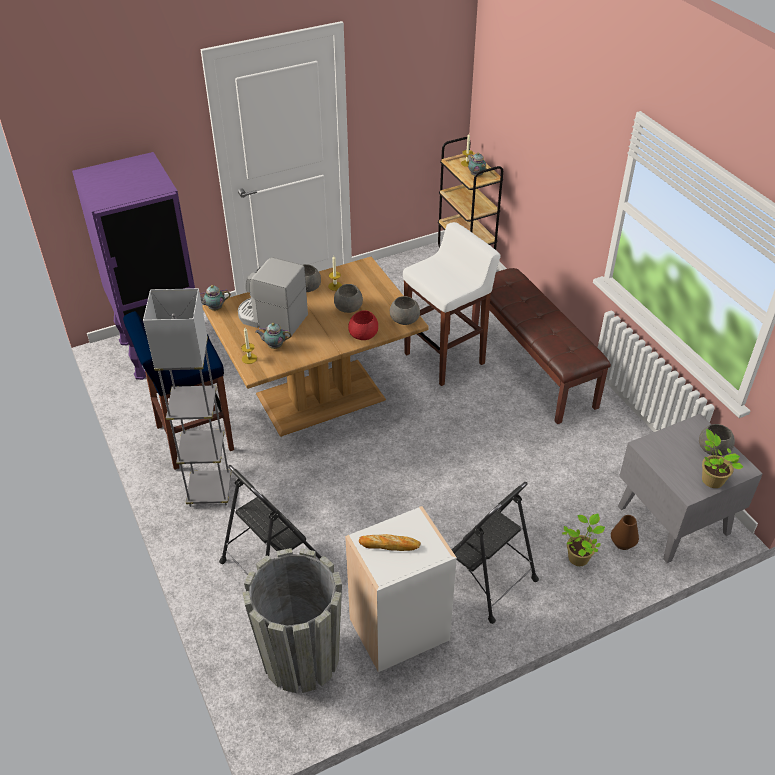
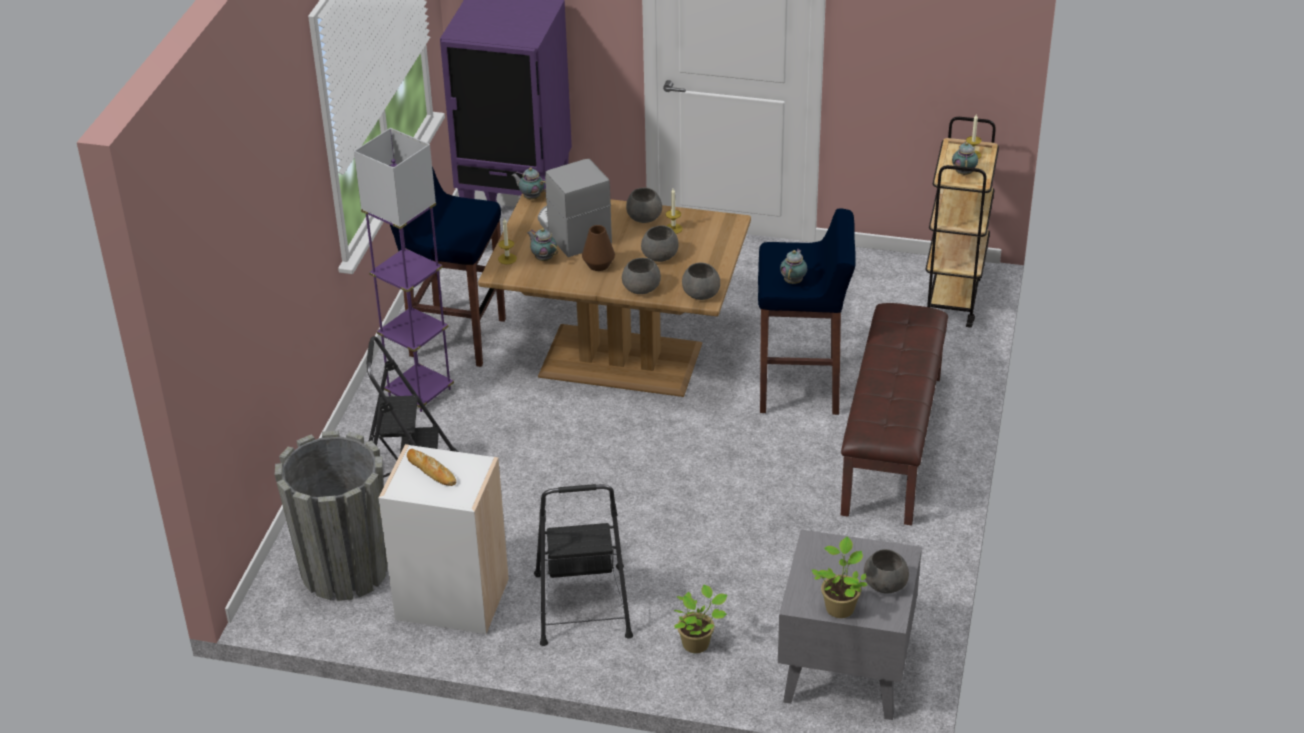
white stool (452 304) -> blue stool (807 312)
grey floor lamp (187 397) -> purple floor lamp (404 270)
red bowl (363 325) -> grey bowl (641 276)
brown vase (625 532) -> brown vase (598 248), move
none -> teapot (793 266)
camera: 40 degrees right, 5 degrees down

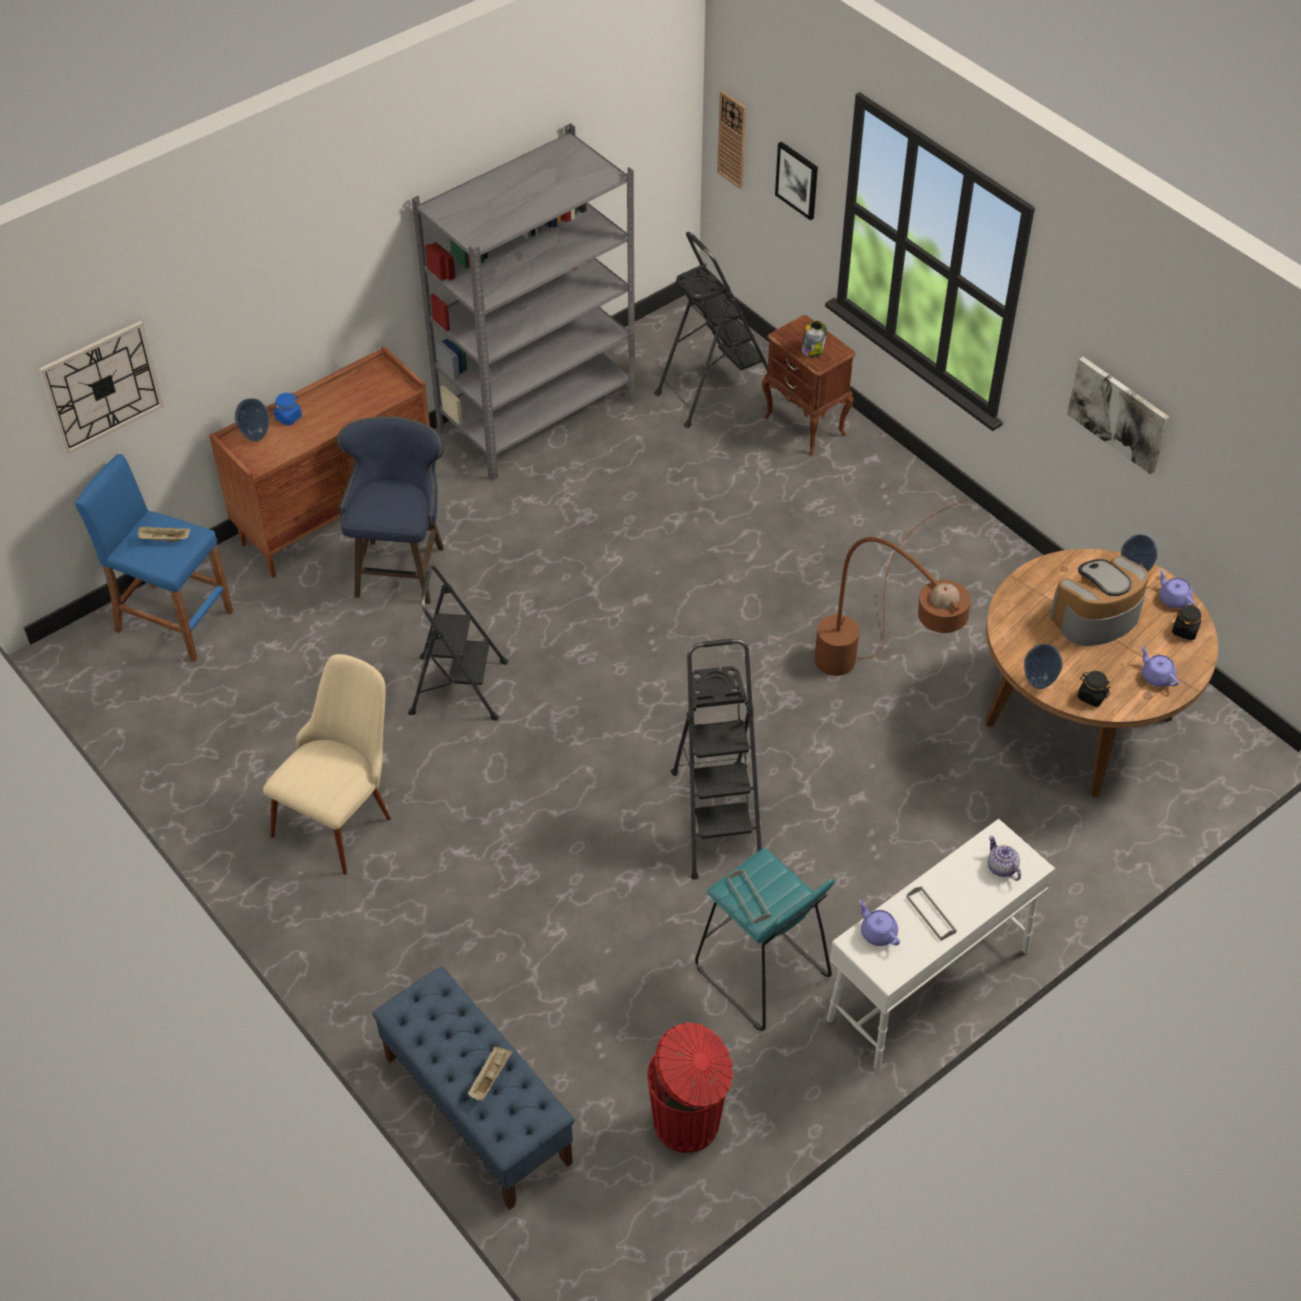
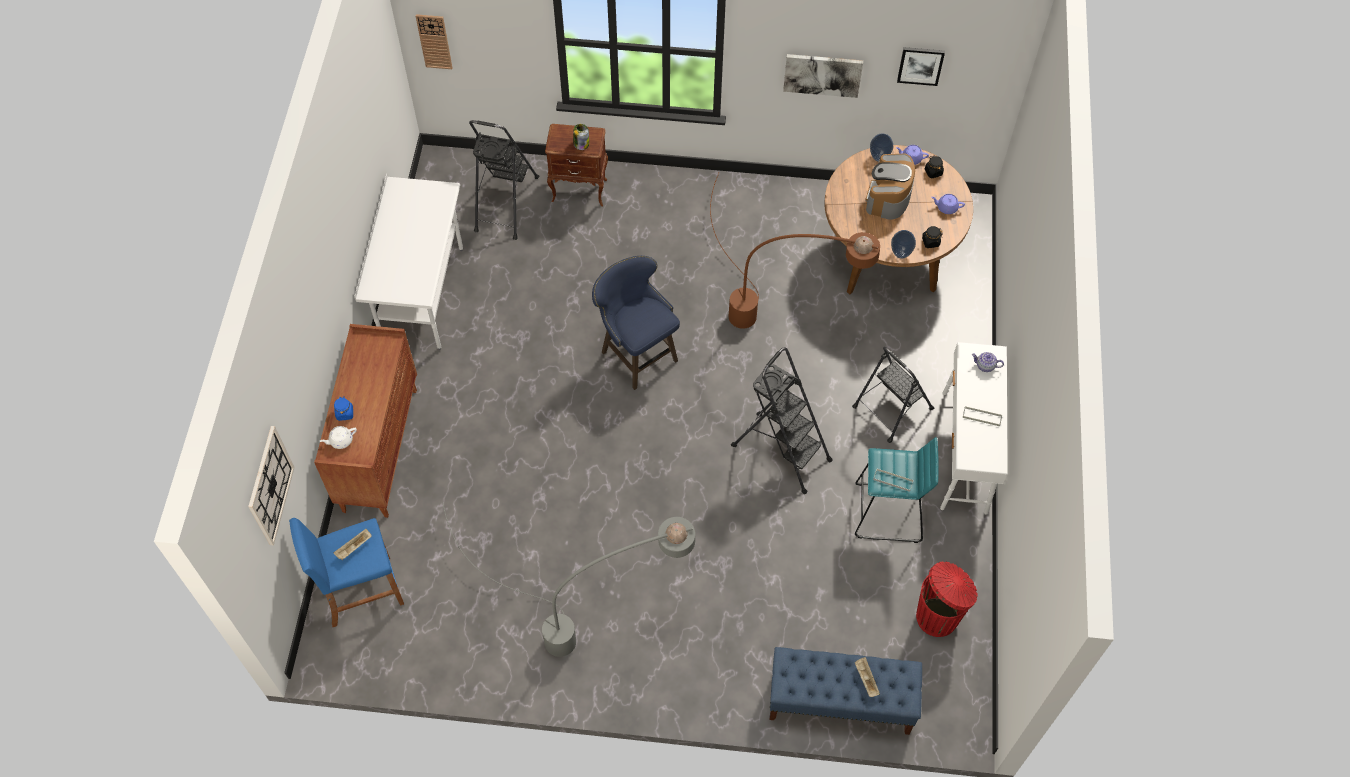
grey bookcase (523 302) -> white desk (408 261)
picture (796 181) -> picture (921 66), move
vase (252 419) -> white teapot (338 437)
blue stool (390 510) -> blue stool (636 323), move
black step ladder (458 643) -> black step ladder (893 395), move
beige chair (327 764) -> grey floor lamp (569 580)
purple teapot (879 923) -> none
camera: 45 degrees left, 10 degrees up

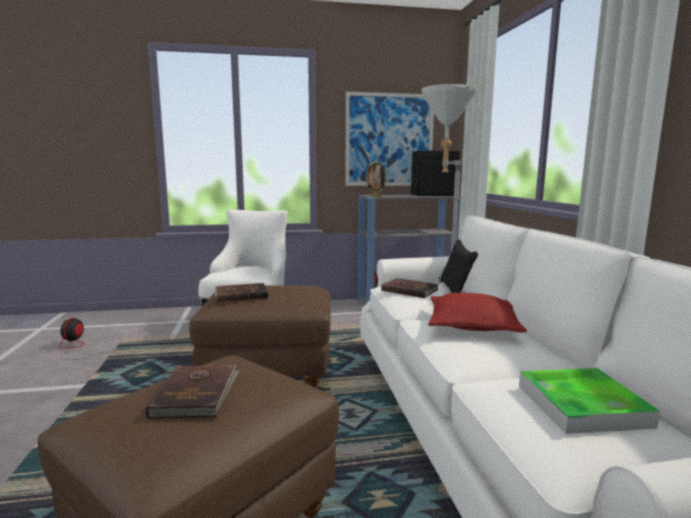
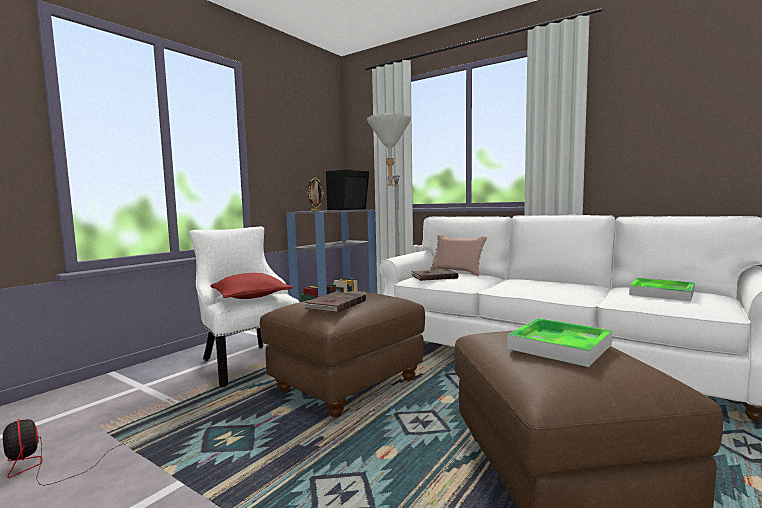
picture (389 139) -> none
black pillow (458 266) -> beige pillow (458 255)
red pillow (477 312) -> red pillow (252 286), move
brown book (192 392) -> tray (559 342)
camera: 45 degrees left, 5 degrees down

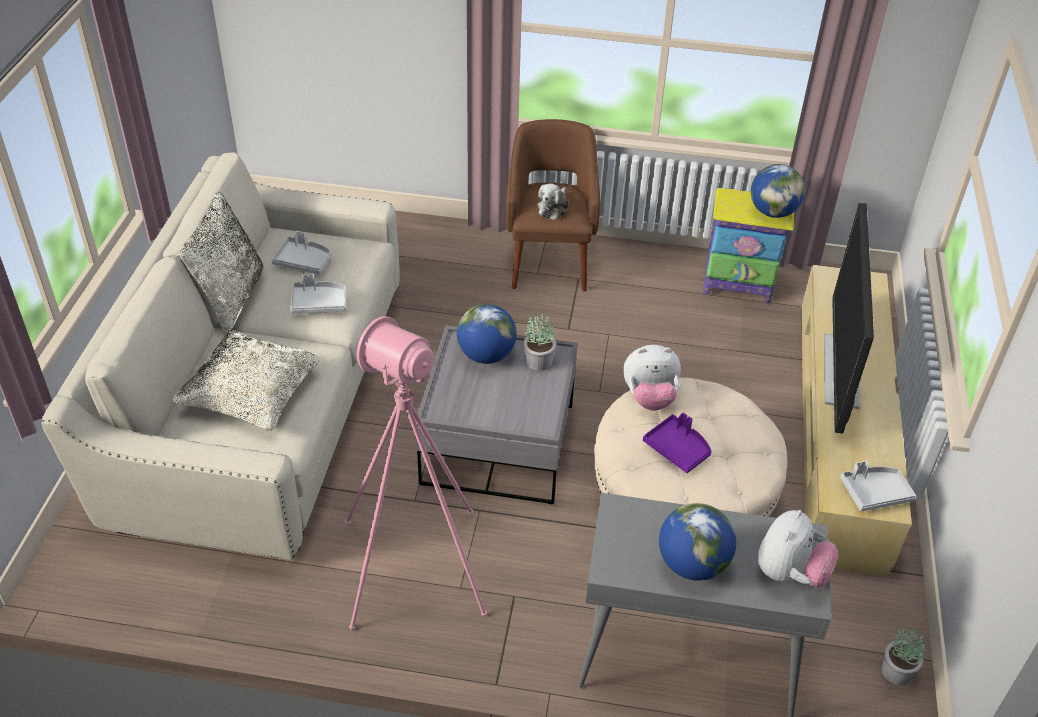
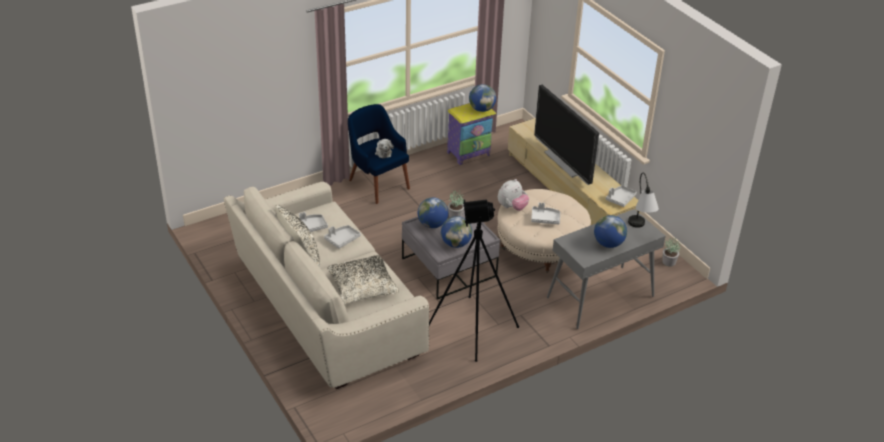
brown armchair (552 205) -> blue armchair (379 154)
pink floor lamp (416 473) -> black floor lamp (474 280)
purple tray (677 443) -> white tray (545 213)
plush toy (798 548) -> table lamp (643 200)
none -> globe (456 232)
camera: 40 degrees left, 5 degrees down

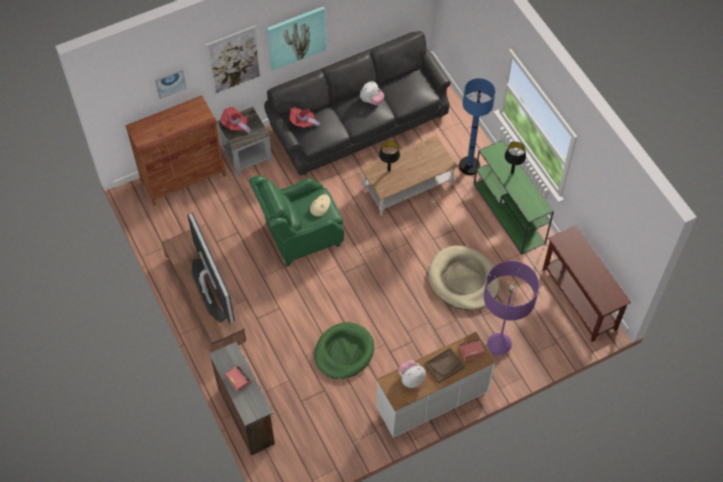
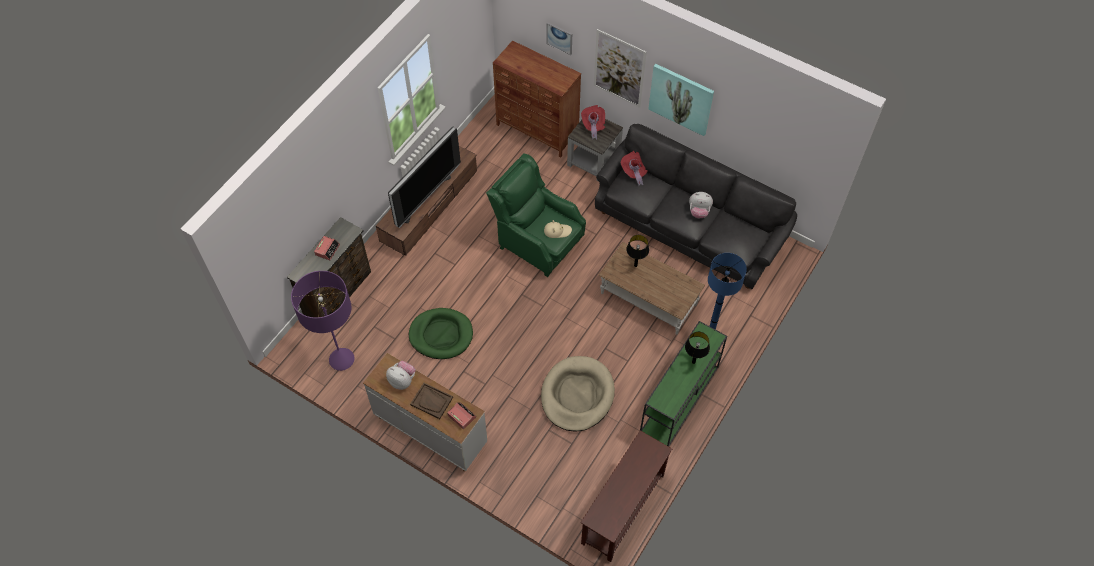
purple floor lamp (511 308) -> purple floor lamp (323 321), move
camera: 60 degrees right, 0 degrees up

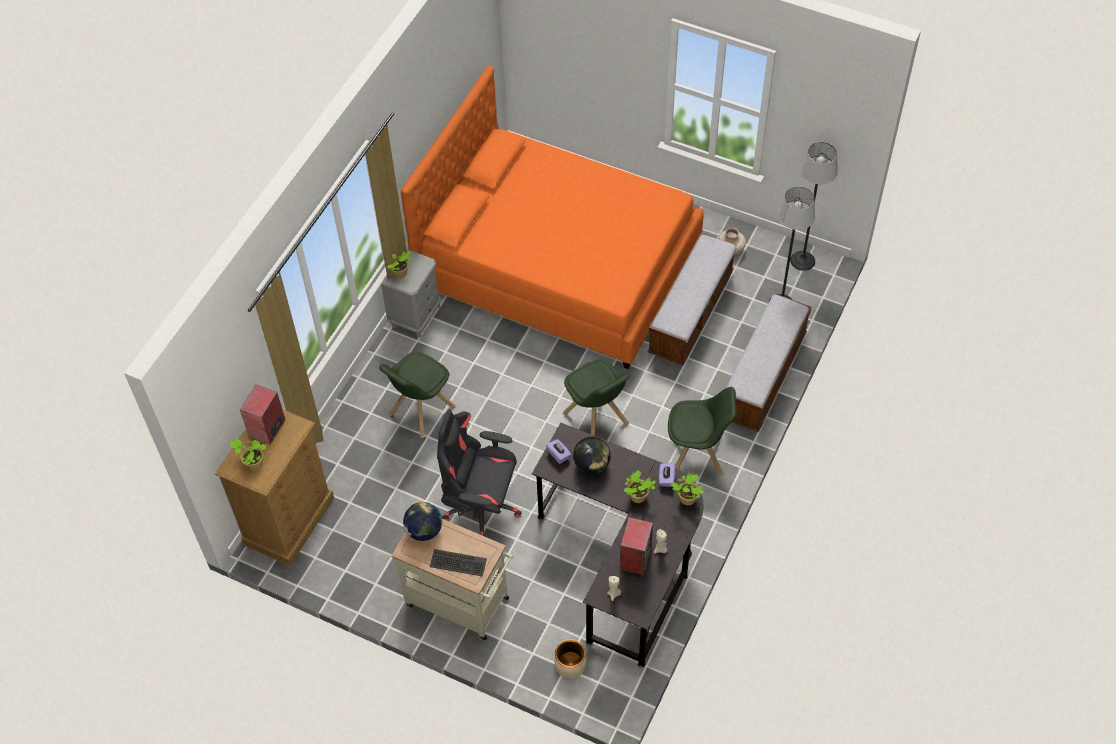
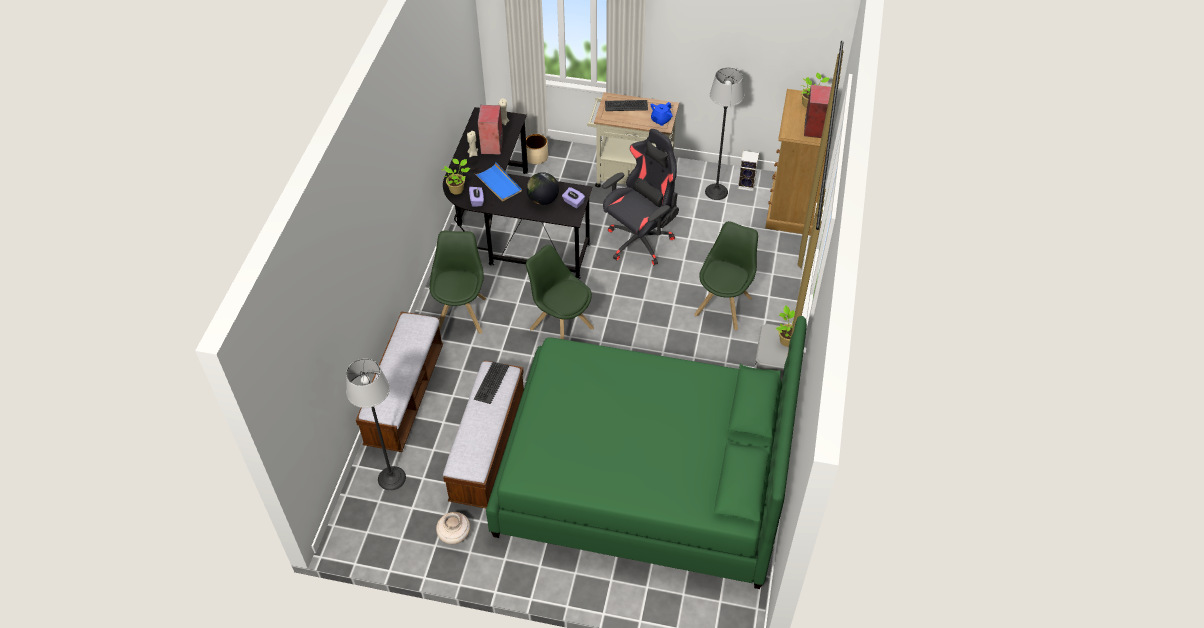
orange bed (552 217) -> green bed (646 452)
floor lamp (814 206) -> floor lamp (724 133), move
green chair (702 431) -> green chair (457 282), 105 degrees clockwise
black office chair (479 472) -> black office chair (640 197), 45 degrees counterclockwise
potted plant (639 486) -> blue tray (498 182)
globe (422 521) -> blue teapot (662 114)
none -> speaker (748 171)
none -> keyboard (491 383)
camera: 165 degrees right, 5 degrees down

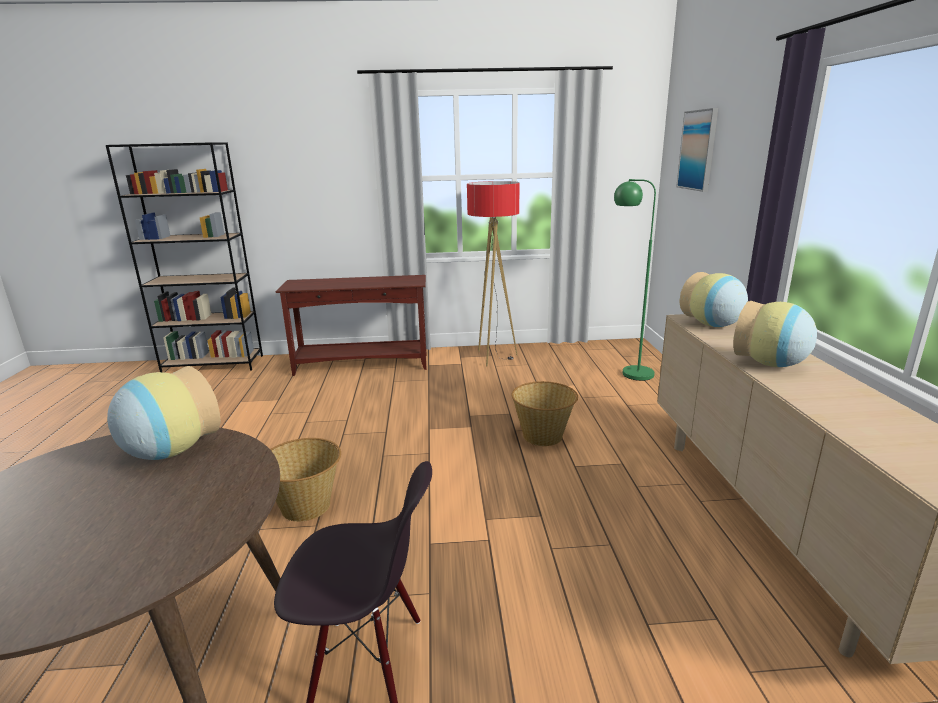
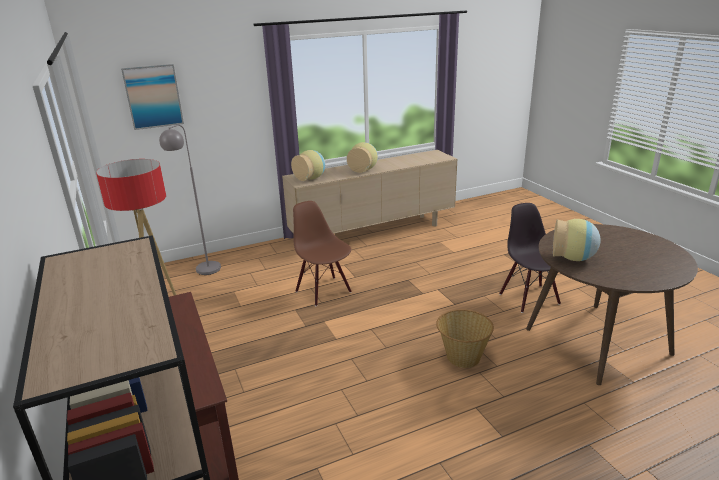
green floor lamp (635 280) -> grey floor lamp (190 200)
basket (544 413) -> brown chair (322 253)
camera: 110 degrees left, 5 degrees up

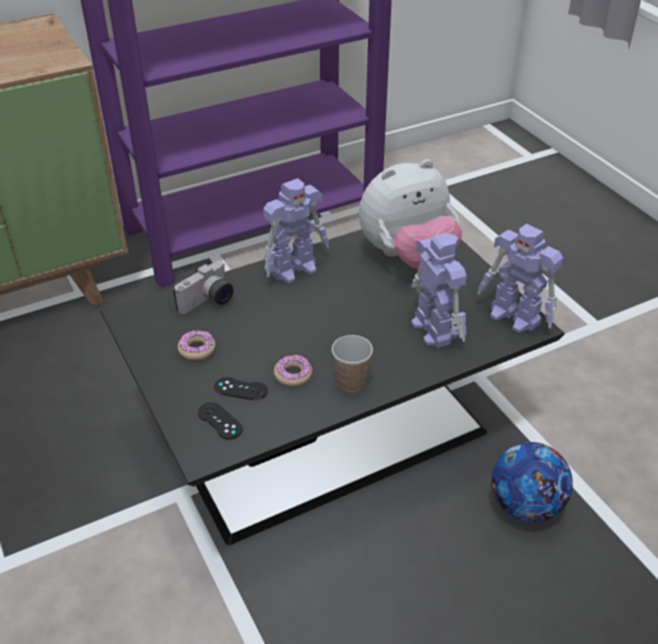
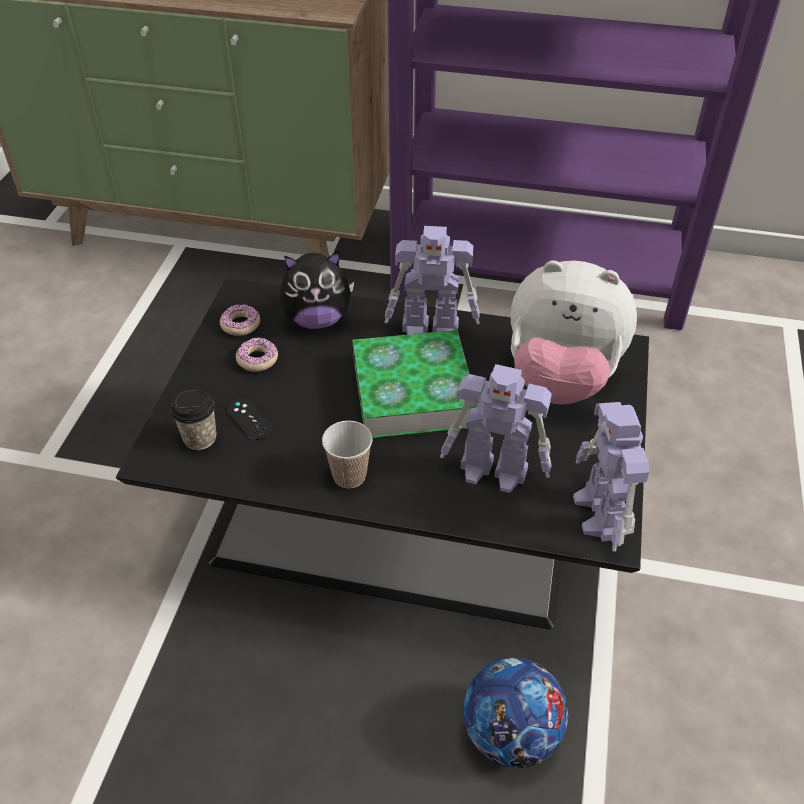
toy robot (439 290) -> toy robot (496 428), 90 degrees clockwise
photo camera (203 287) -> plush toy (317 290)
donut (293 370) -> donut (240 320), move
black game controller (220 421) -> cup (193 419)
none -> book (415 384)
camera: 40 degrees right, 5 degrees up

